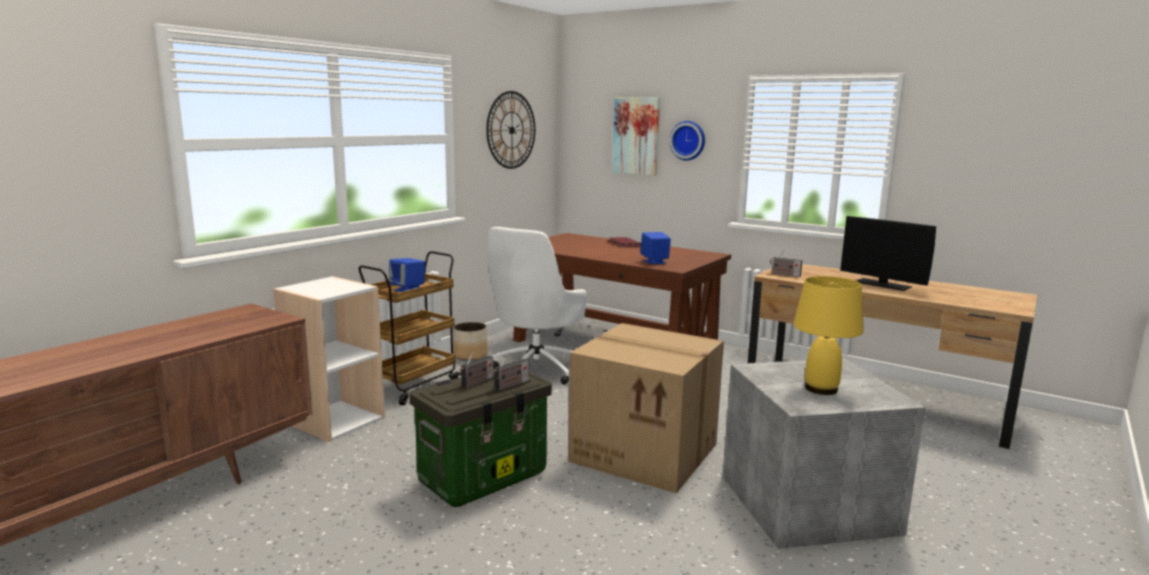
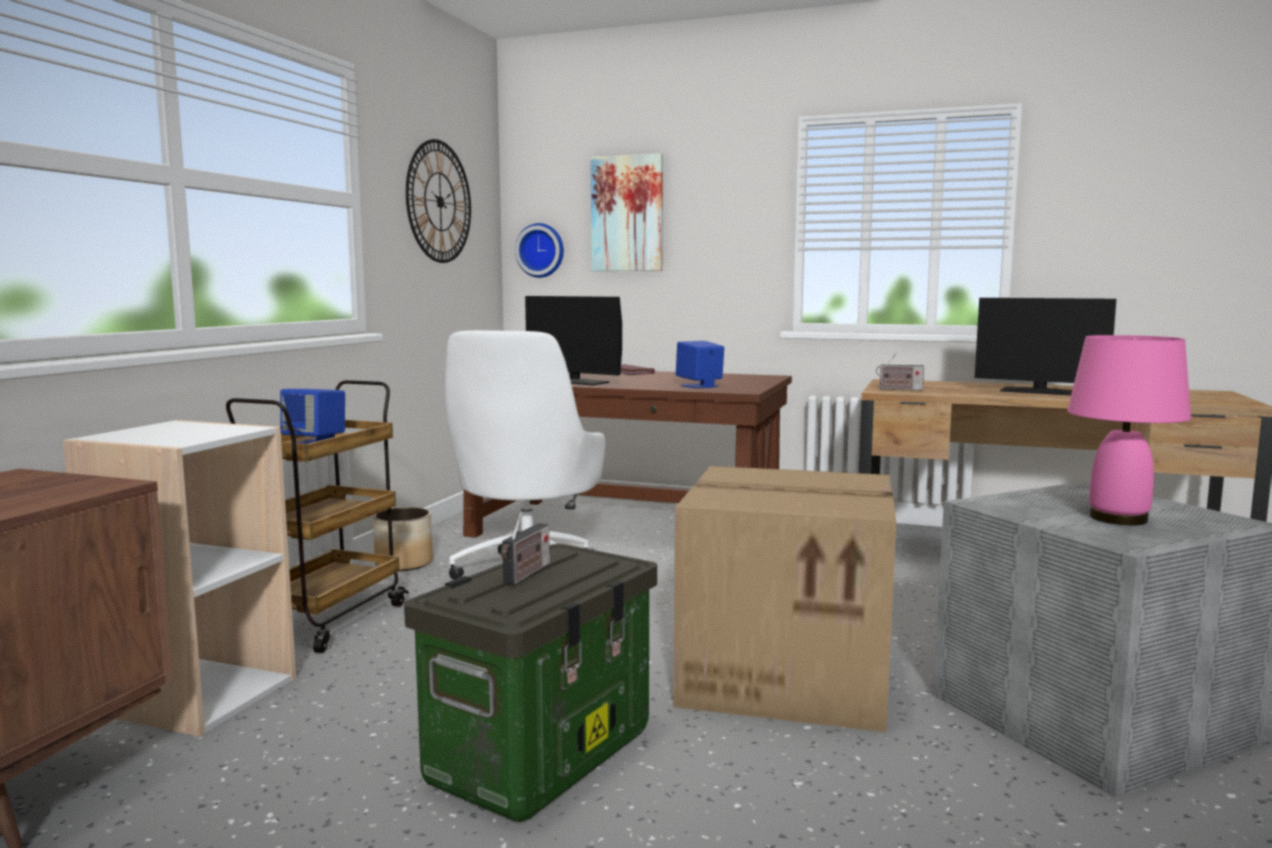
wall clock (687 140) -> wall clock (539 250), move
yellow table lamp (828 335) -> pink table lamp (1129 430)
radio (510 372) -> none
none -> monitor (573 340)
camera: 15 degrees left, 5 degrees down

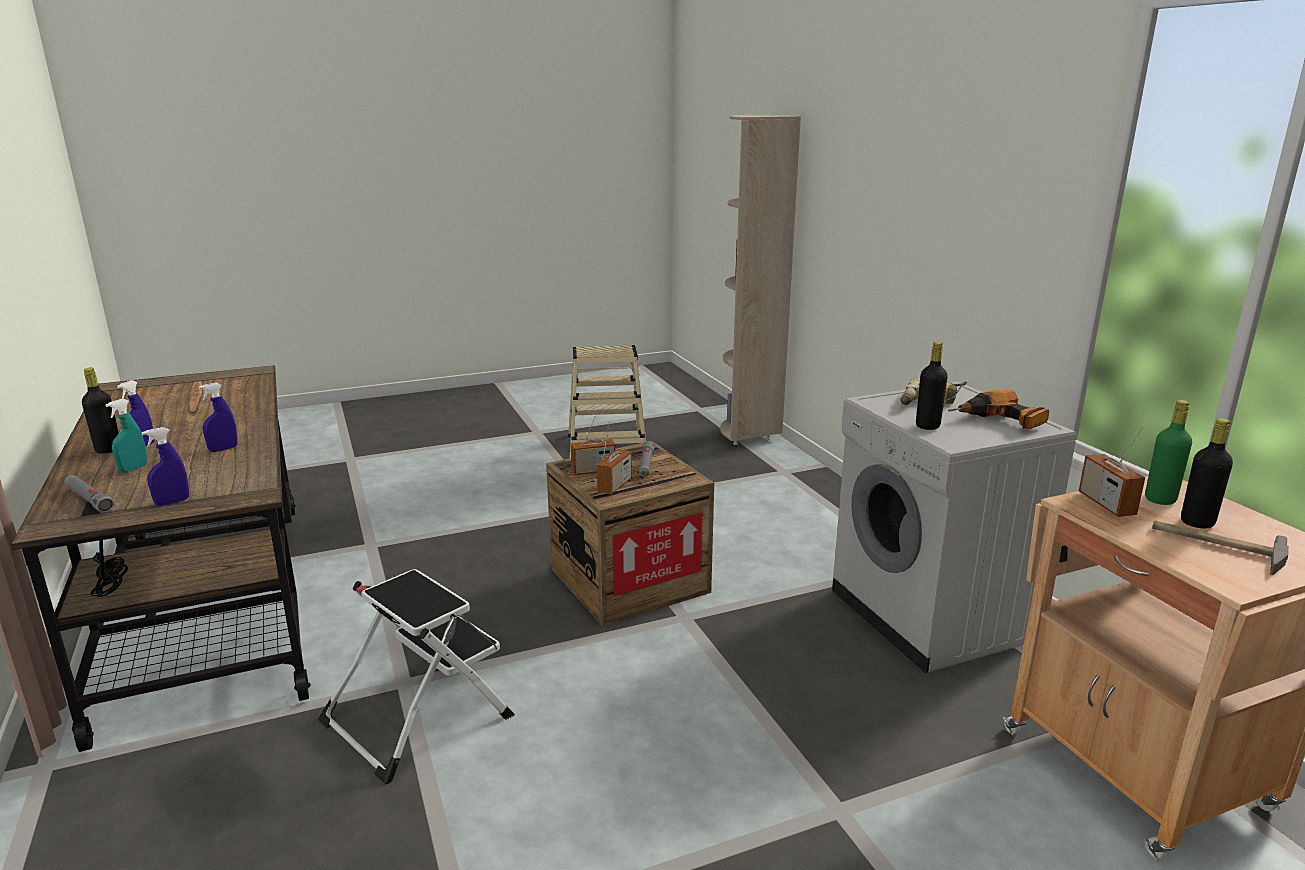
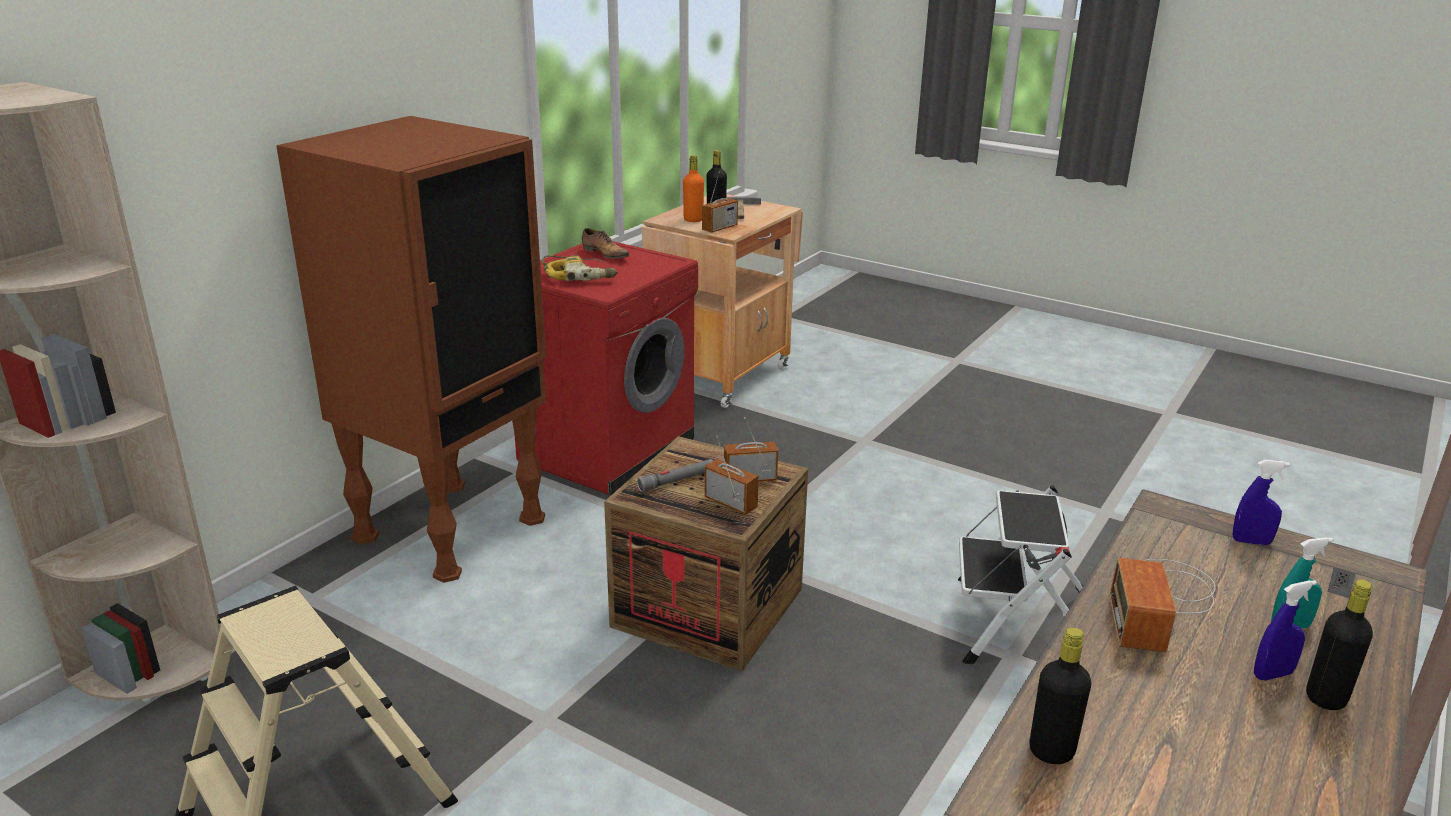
black bottle (932 386) -> black bottle (1060 695), move
white washing machine (954 527) -> red washing machine (606 368)
blue spray bottle (218 417) -> radio (1163 605)
power drill (998 409) -> shoe (605 243)
green bottle (1168 452) -> orange bottle (693 188)
grey flashlight (89 494) -> none
none -> brown cabinet (411 349)
camera: 125 degrees left, 5 degrees up

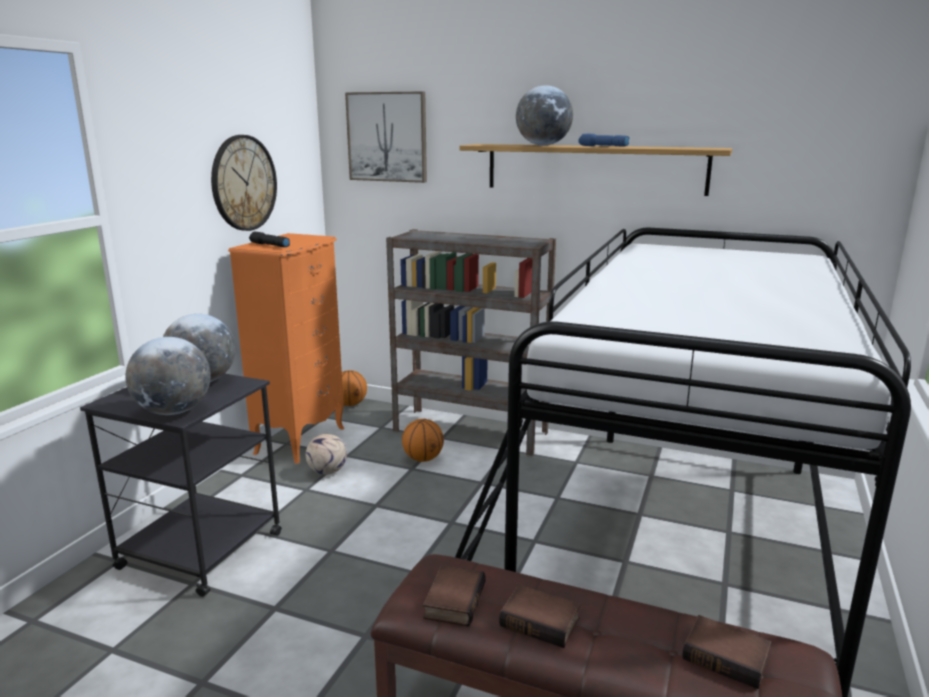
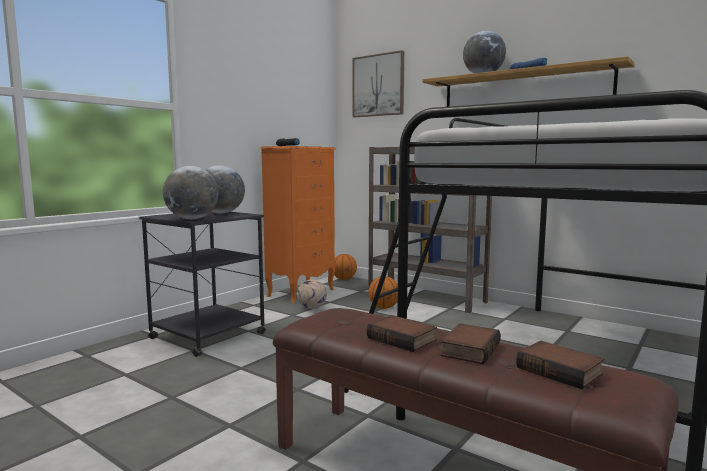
wall clock (244 183) -> none
book (454 596) -> book (470 343), move
camera: 15 degrees right, 10 degrees down

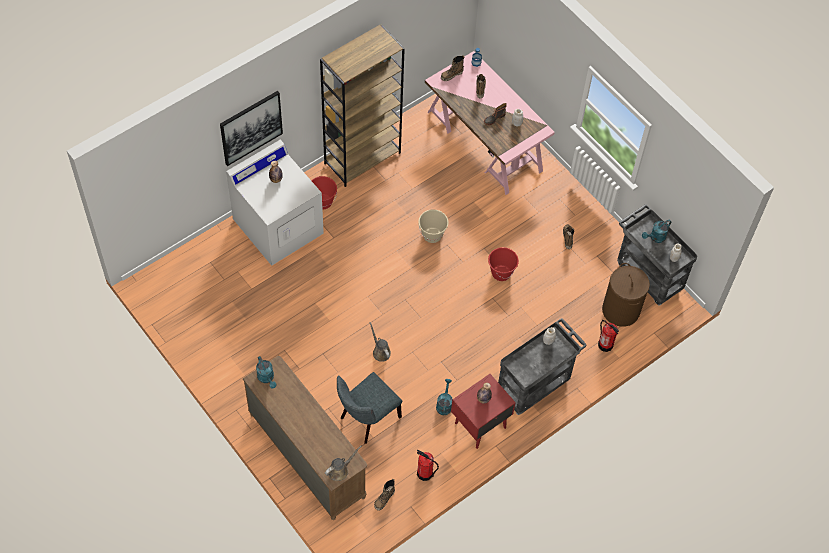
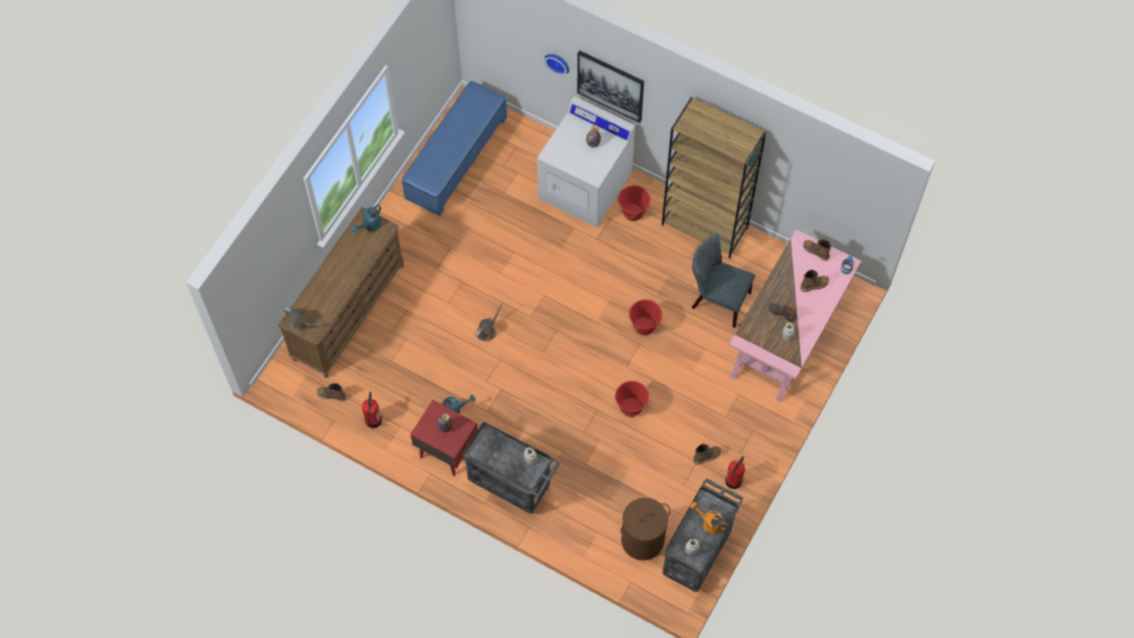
beige bucket (433 226) -> red bucket (645 317)
turquoise watering can (656 231) -> orange watering can (708 518)
fire extinguisher (608 336) -> fire extinguisher (735 472), move
grey chair (369 408) -> grey chair (723 280), move
none -> wall clock (556 64)
none -> blue bench (454 148)
camera: 70 degrees right, 5 degrees up

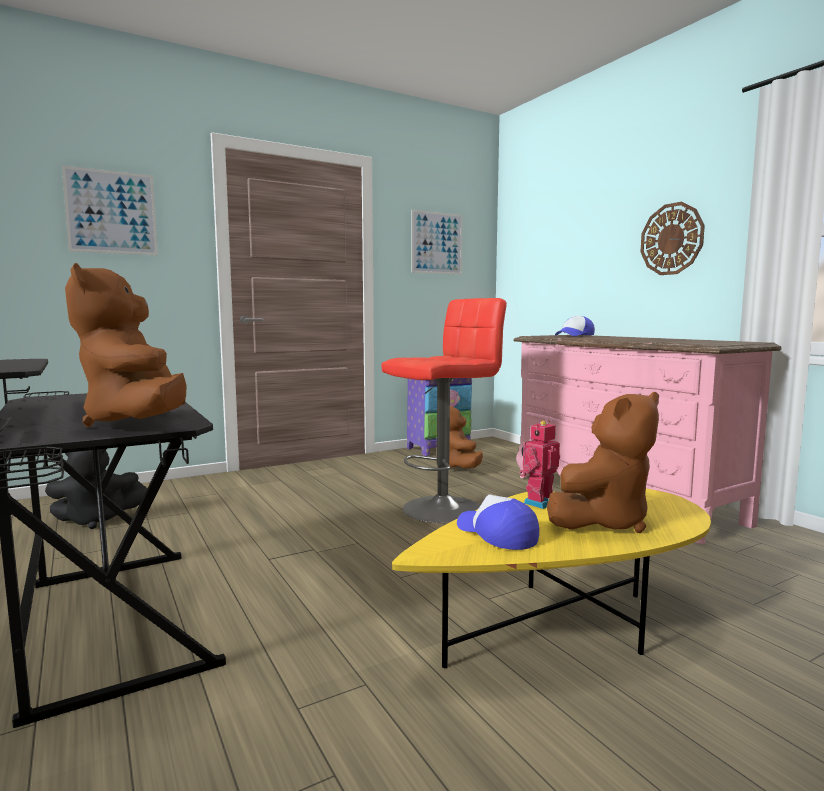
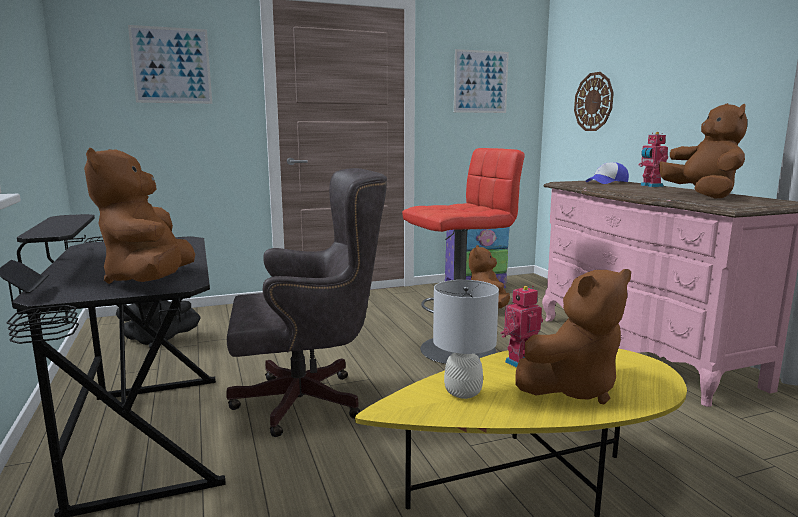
wall clock (672 238) -> wall clock (594 101), move
cap (498 522) -> grey table lamp (466 339)
none -> brown plush toy (703 150)
none -> toy robot (653 159)
none -> grey office chair (306 302)
camera: 10 degrees right, 5 degrees up

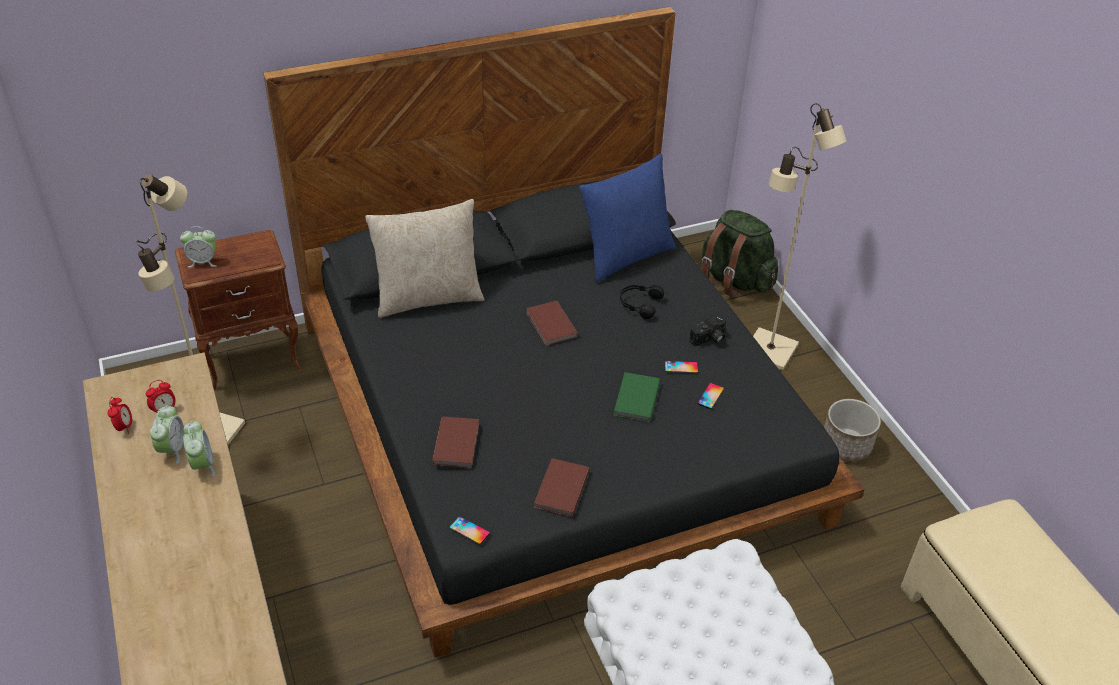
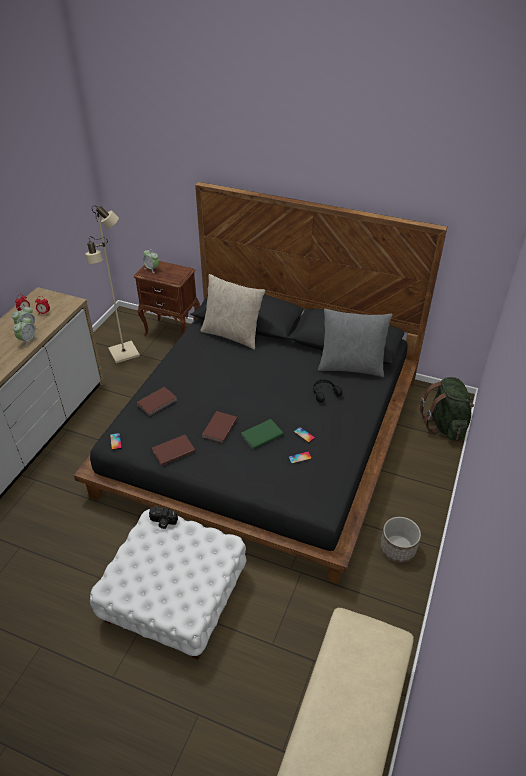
beige floor lamp (800 236) -> none
blue pillow (627 218) -> grey pillow (355 343)
brown book (552 323) -> brown book (219 427), move
photo camera (707 331) -> photo camera (163 517), move
camera: 45 degrees right, 0 degrees up

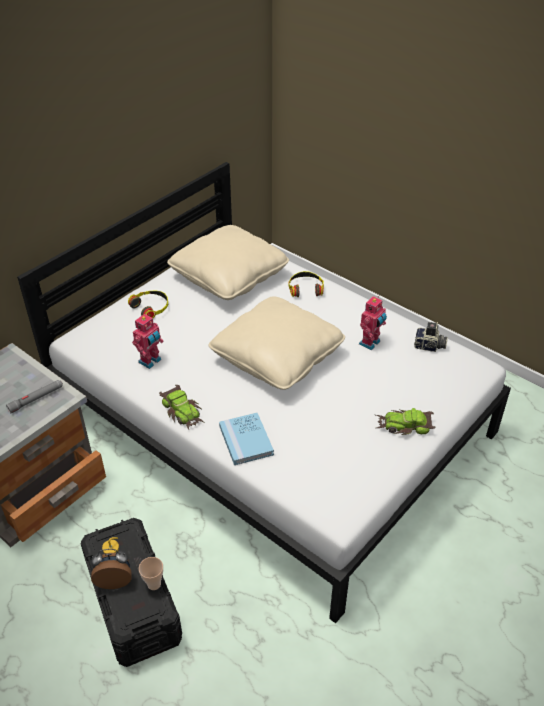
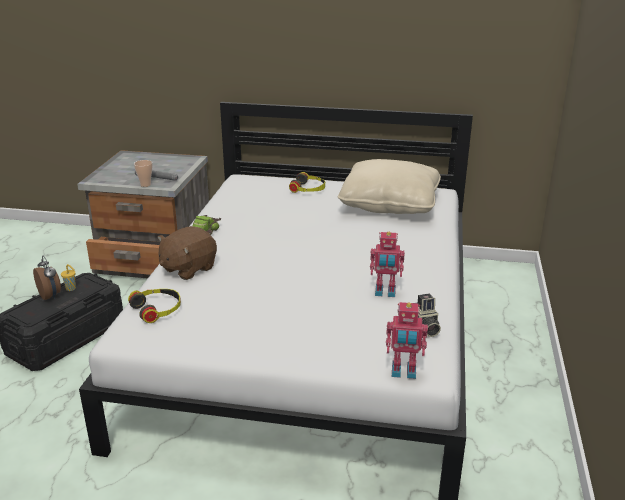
headphones (306 284) -> headphones (154 306), move
beige pillow (276 343) -> none
toy robot (147 341) -> toy robot (407 340), move
toy car (405 421) -> none
blue book (246 439) -> brown plush toy (187 253)
cup (151 573) -> cup (143 173), move
camera: 60 degrees right, 15 degrees down

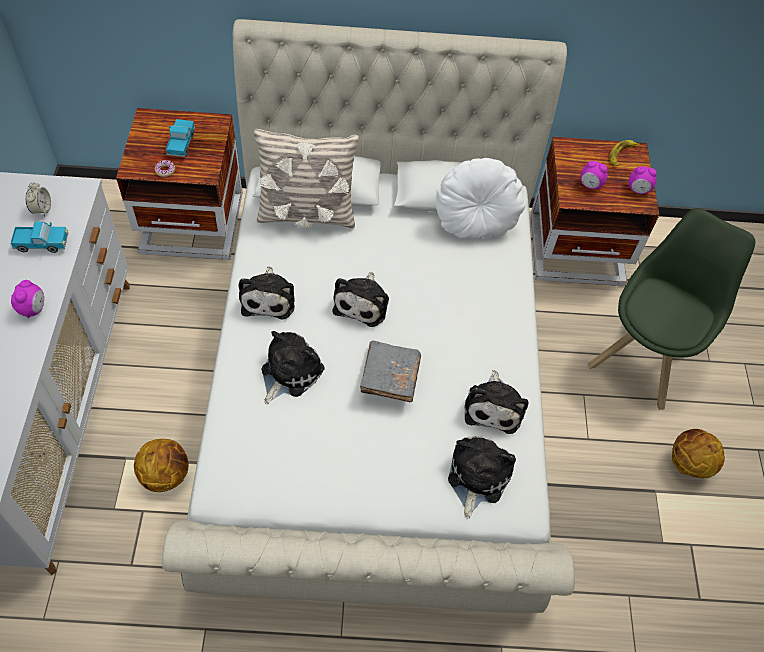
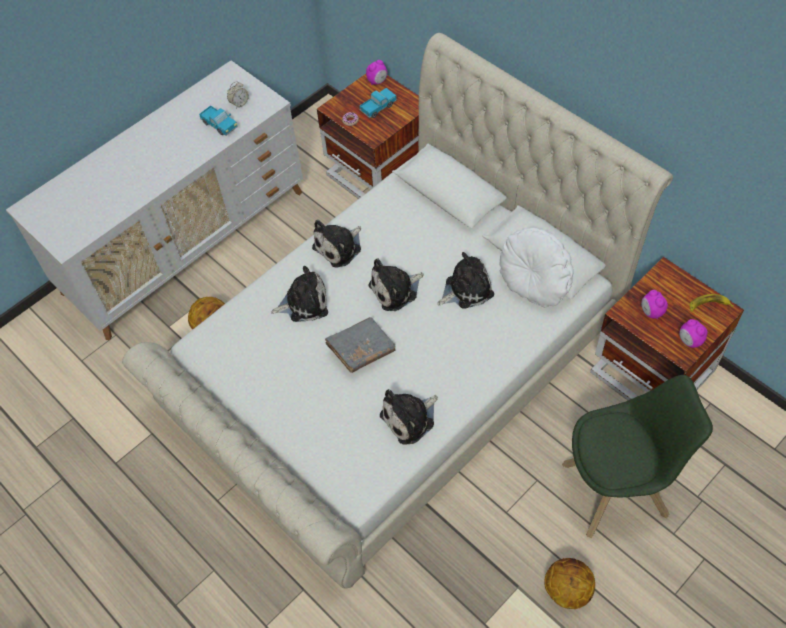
beige pillow (306 179) -> none
alarm clock (27 299) -> alarm clock (376 72), move
plush toy (482 477) -> plush toy (466 280), move
camera: 50 degrees right, 0 degrees up

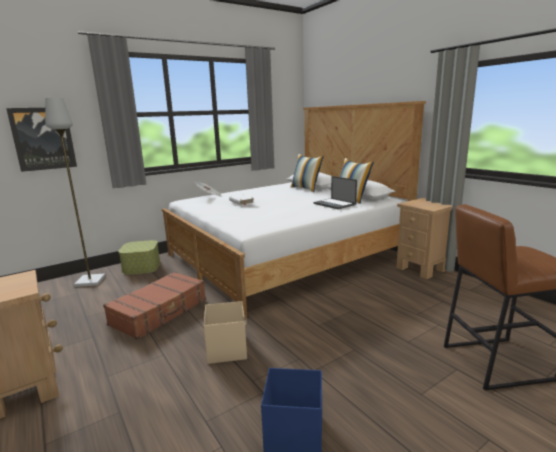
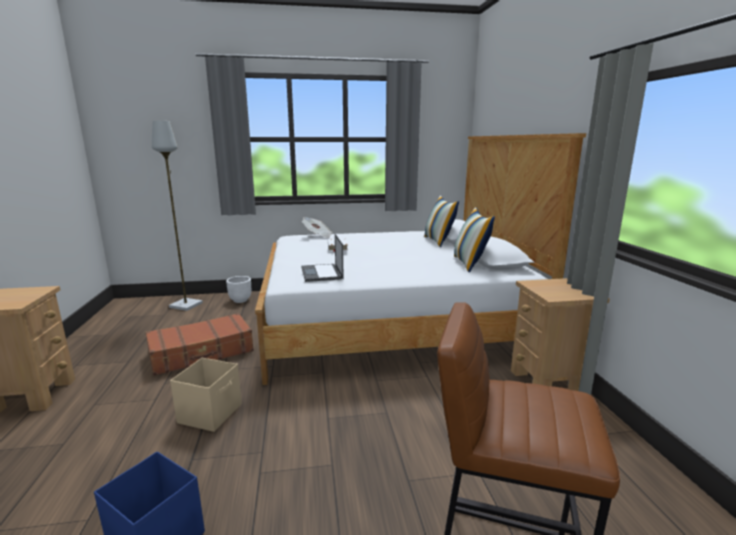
picture (41 140) -> none
laptop (335 192) -> laptop (322 258), move
storage box (139 257) -> white planter (238 289)
camera: 25 degrees right, 0 degrees up

